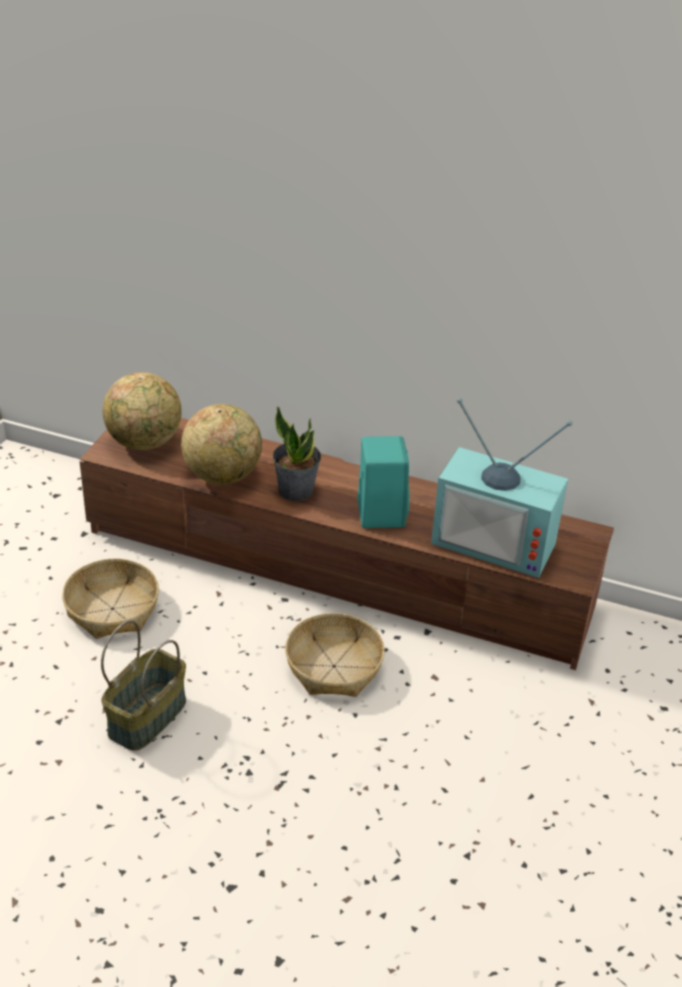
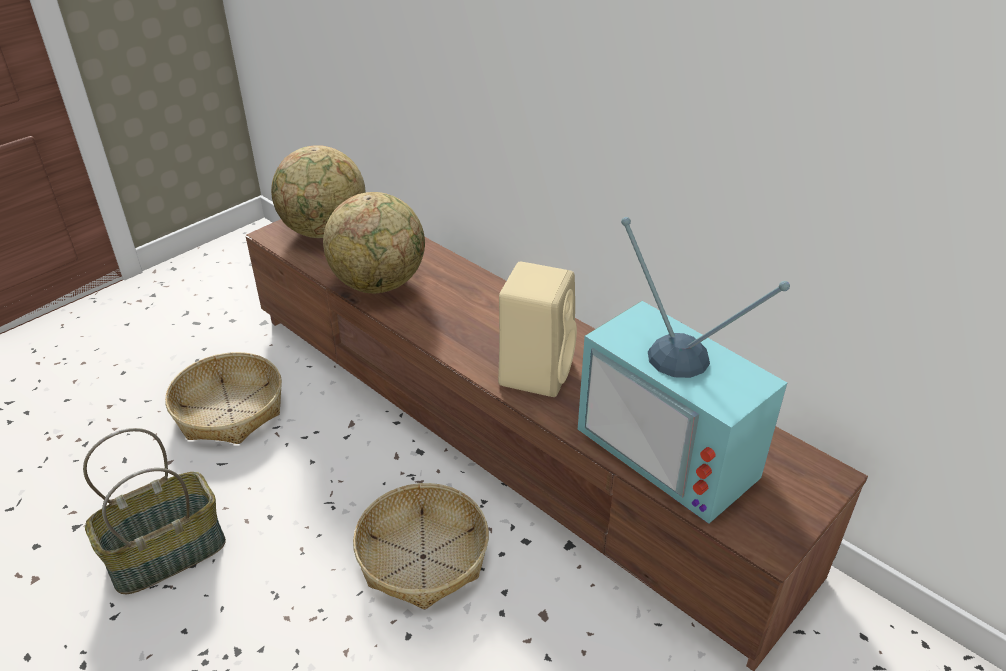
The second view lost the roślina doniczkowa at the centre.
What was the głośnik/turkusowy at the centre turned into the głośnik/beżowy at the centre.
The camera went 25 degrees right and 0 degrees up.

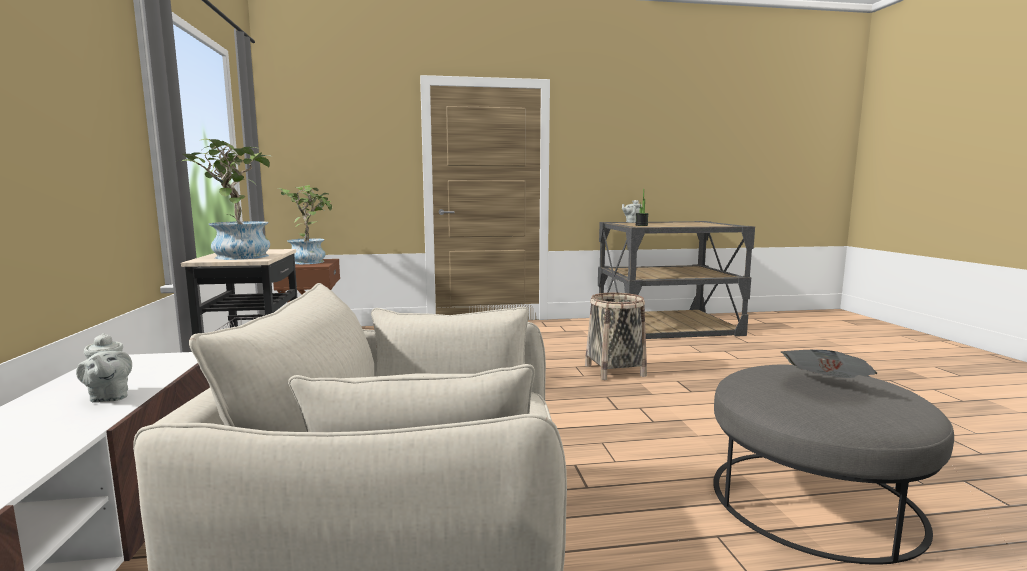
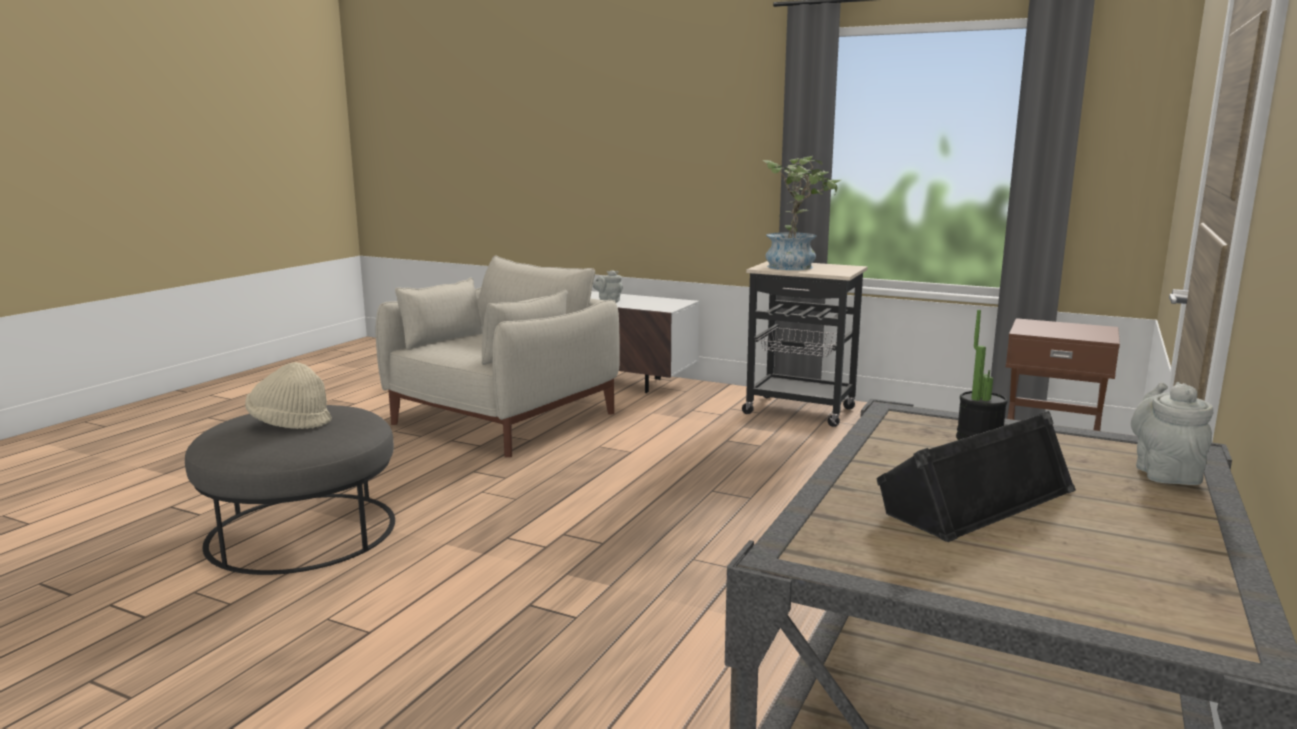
The second view lost the roślina doniczkowa (no. 2 from left) at the middle left.
The second view lost the koszyk at the centre.
The second view gained the głośnik/czarny at the middle right.
Where the gazeta stood at the middle right, the kapelusz/beżowy came to stand at the middle left.
The camera went 125 degrees right and 5 degrees up.

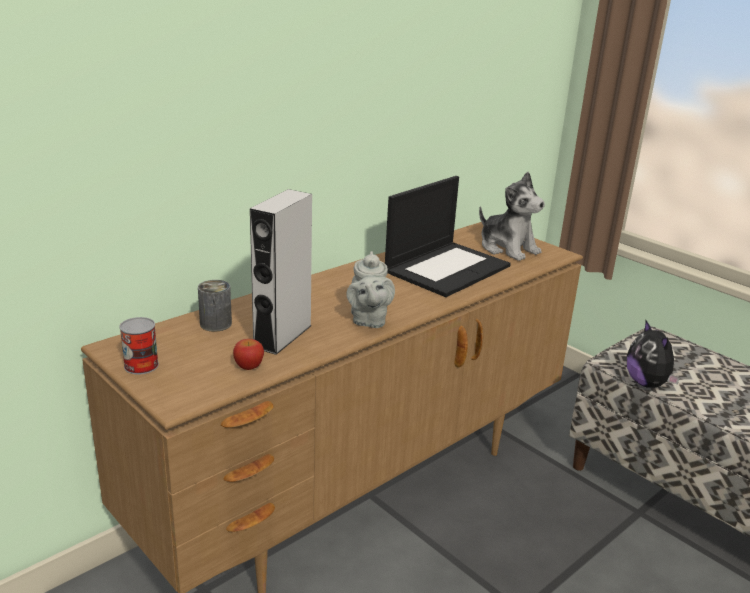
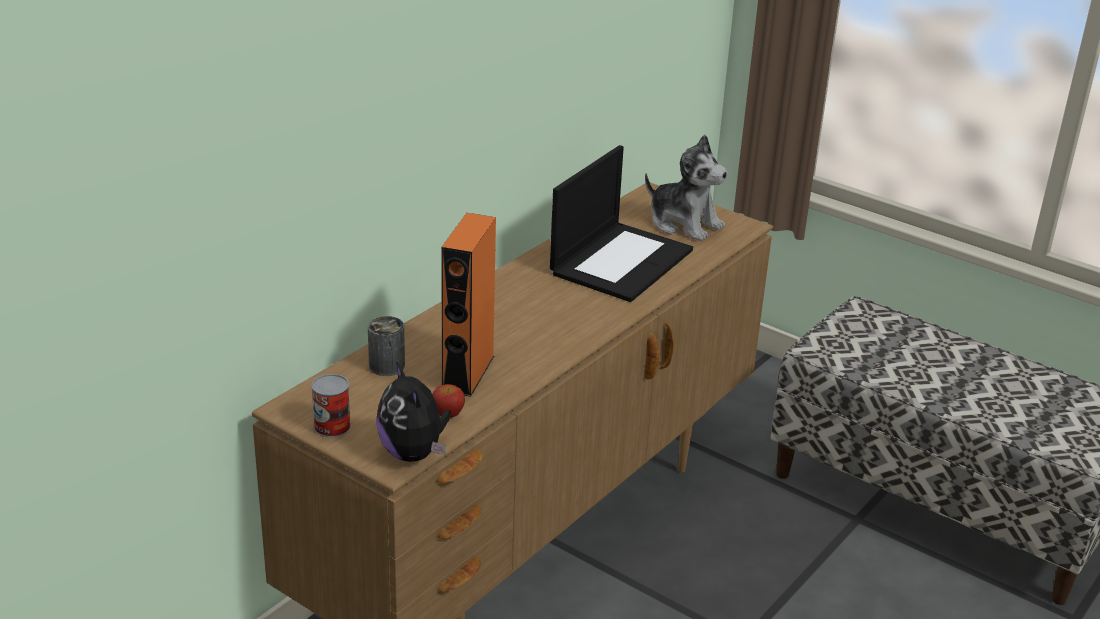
The second view lost the imbryk/szary at the centre.
The pluszak (no. 2 from left in the first image) ended up elsewhere, having gone from the middle right to the centre.
What was the głośnik/szary at the centre turned into the głośnik/pomarańczowy at the centre.
The camera went 10 degrees left and 5 degrees up.

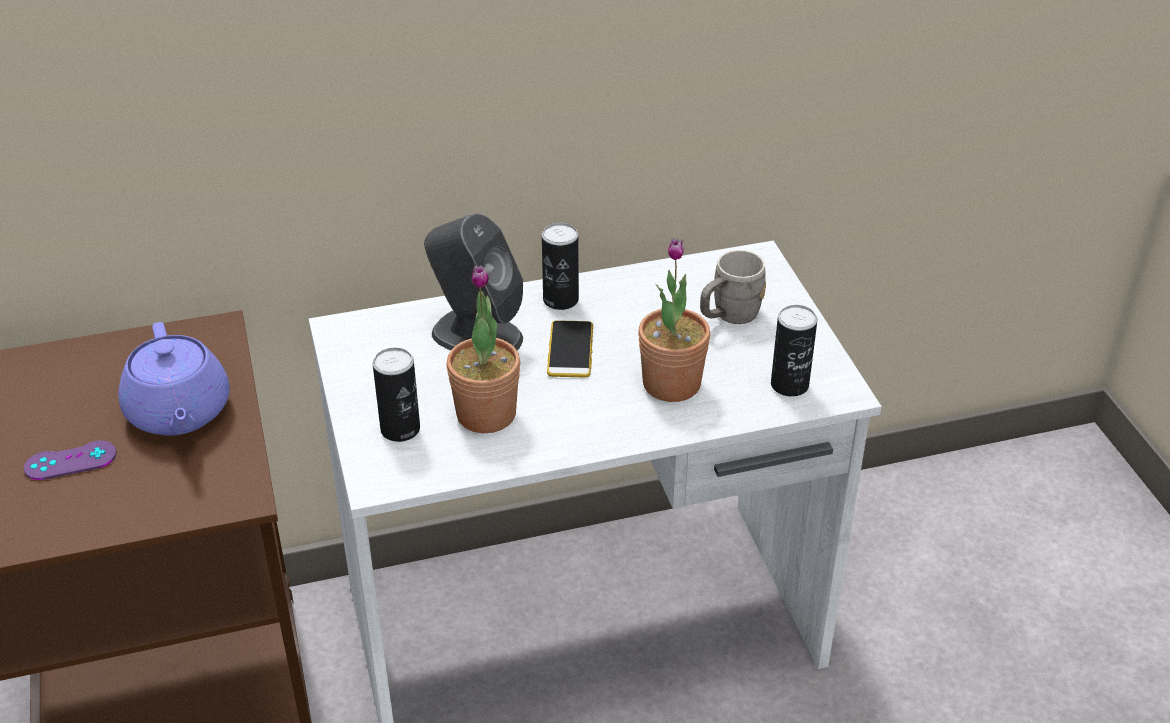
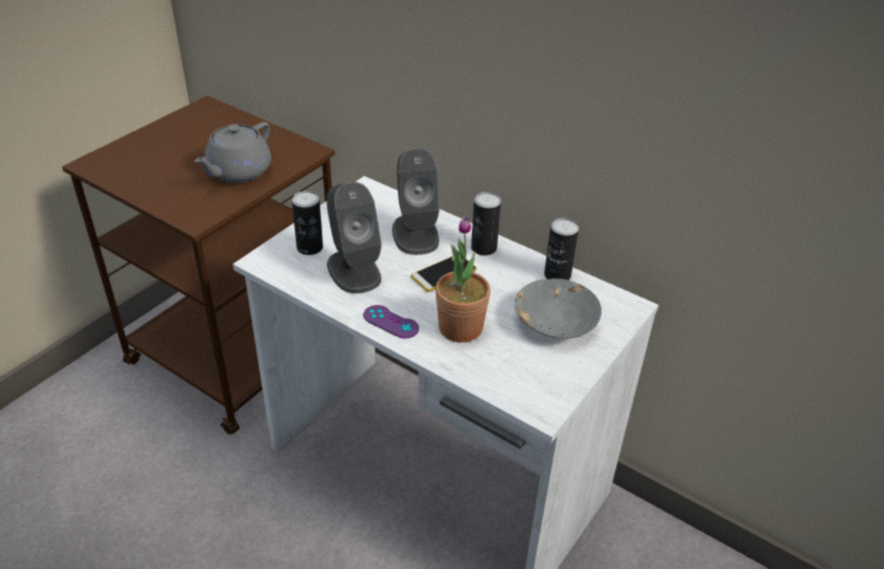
The pad do gier/fioletowy ended up elsewhere, having gone from the middle left to the centre.
The puszka (no. 3 from left) ended up elsewhere, having gone from the middle right to the centre.
Where the roślina doniczkowa (no. 1 from left) stood at the centre, the głośnik/szary (no. 1 from left) came to stand at the centre.
Where the kubek/szary stood at the centre, the miska/szary came to stand at the centre.
What was the imbryk/fioletowy at the middle left turned into the imbryk/szary at the top left.
The camera went 50 degrees right and 0 degrees up.

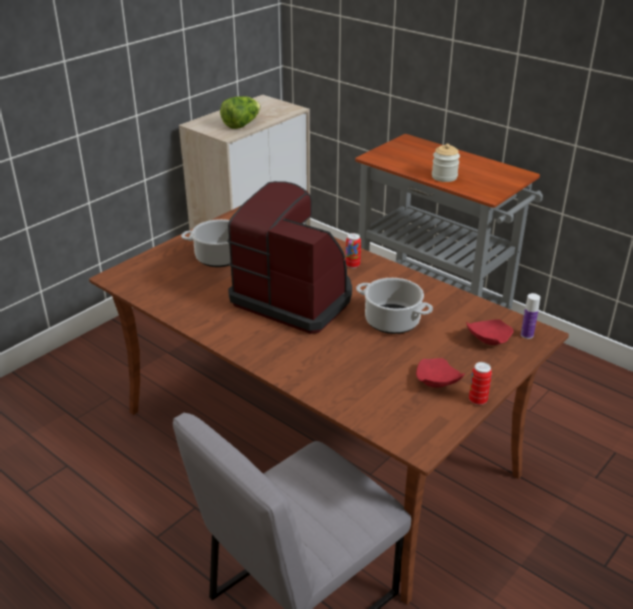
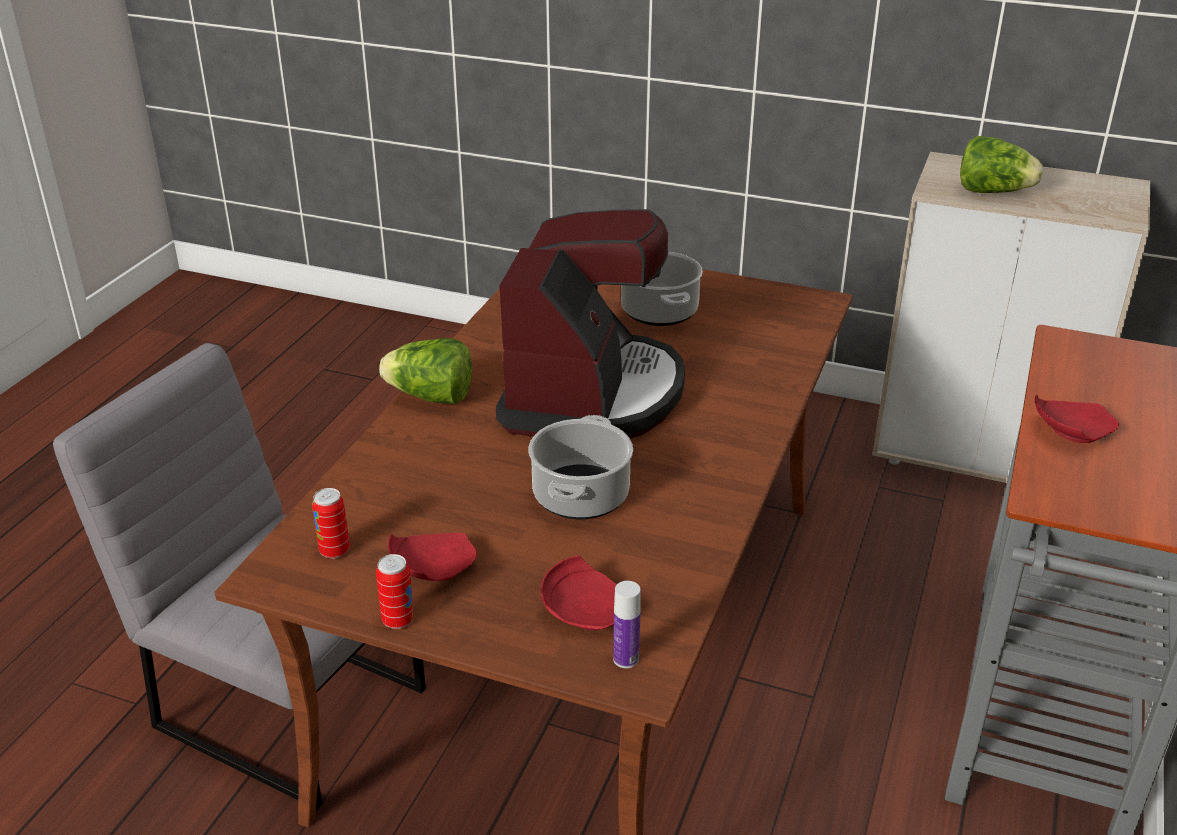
The second view gained the sałata (no. 1 from left) at the centre.
The puszka (no. 1 from left) ended up elsewhere, having gone from the centre to the middle left.
Where the słoik stood at the top right, the talerz/czerwony (no. 3 from left) came to stand at the middle right.
The camera went 70 degrees right and 0 degrees up.

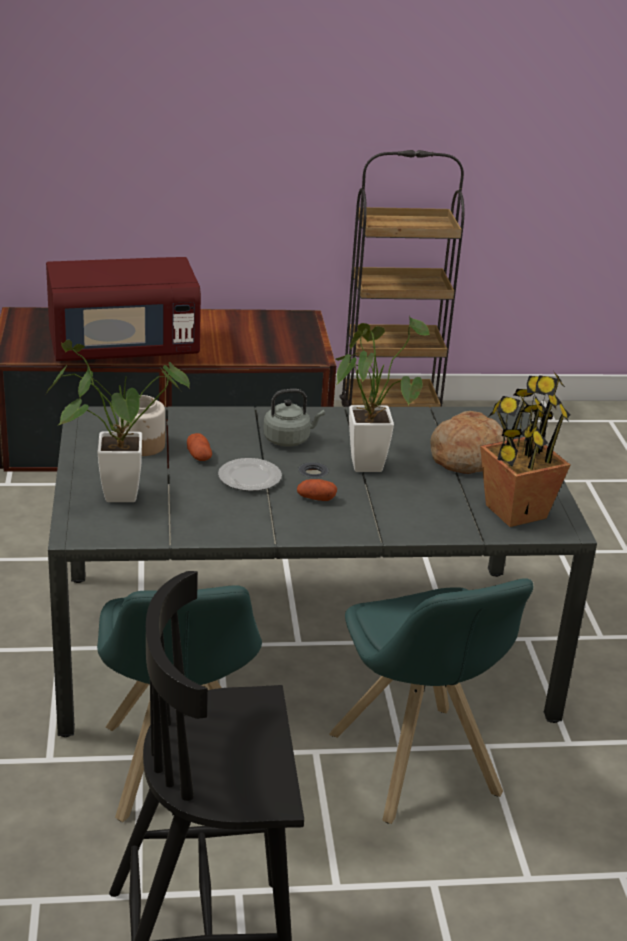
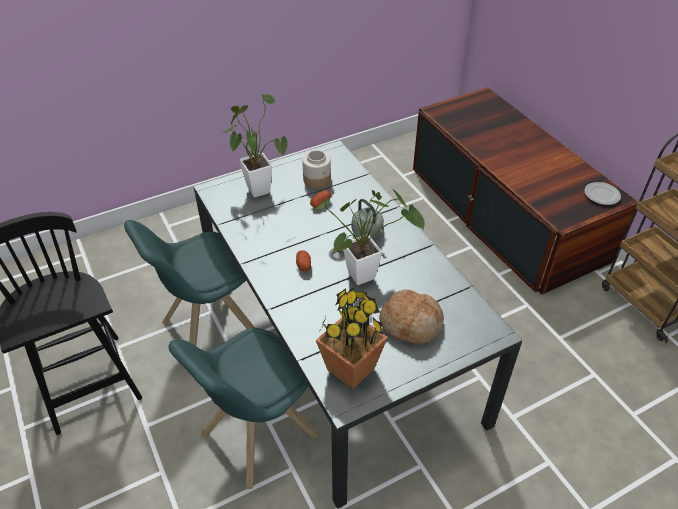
The second view lost the mikrofalówka/czerwony at the top left.
The talerz ended up elsewhere, having gone from the centre to the middle right.
The camera went 70 degrees right and 15 degrees up.

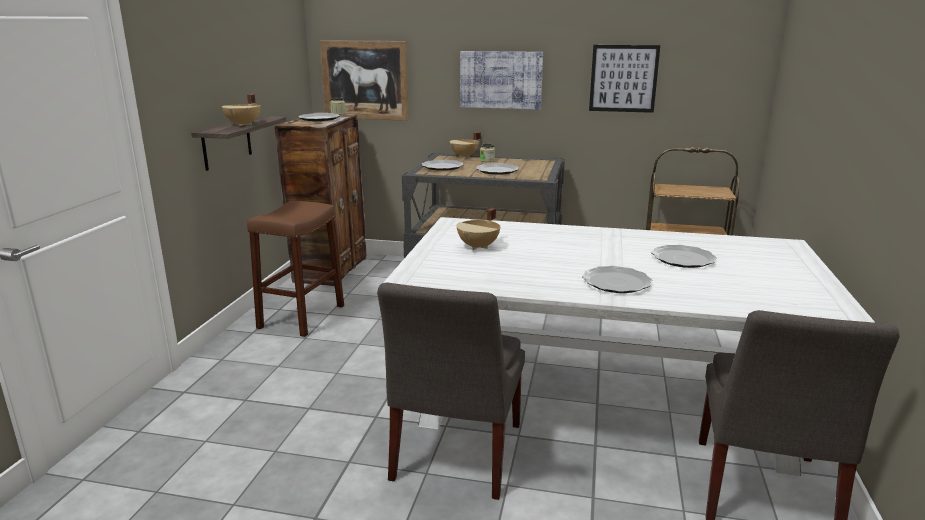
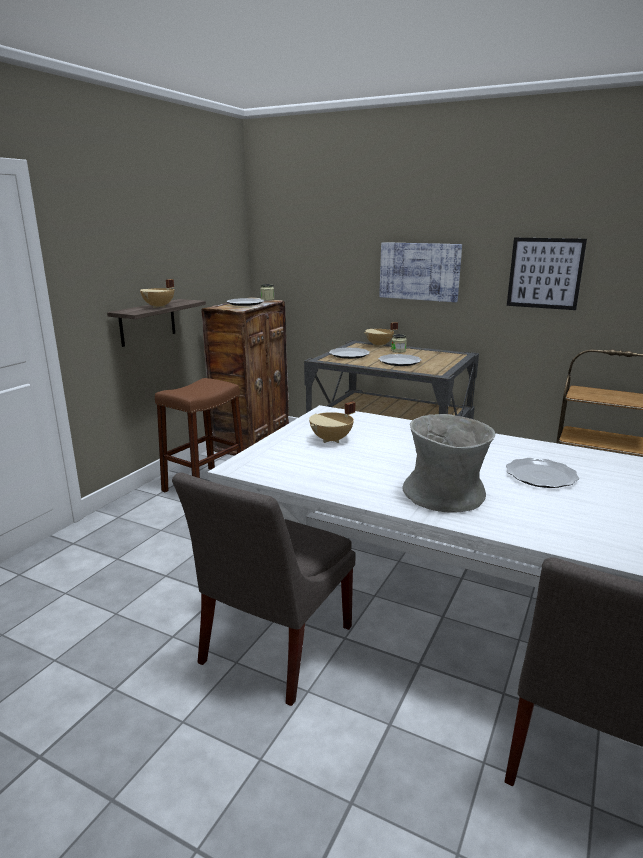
The second view lost the obraz (no. 1 from left) at the top centre.
Where the talerz (no. 4 from left) stood at the middle right, the wazon/szary came to stand at the middle right.
The camera went 15 degrees right and 0 degrees up.

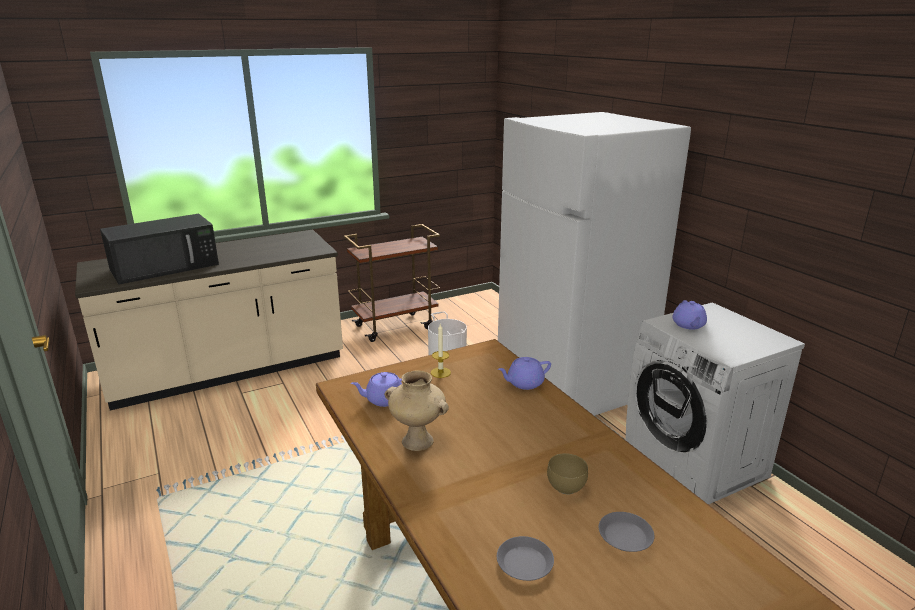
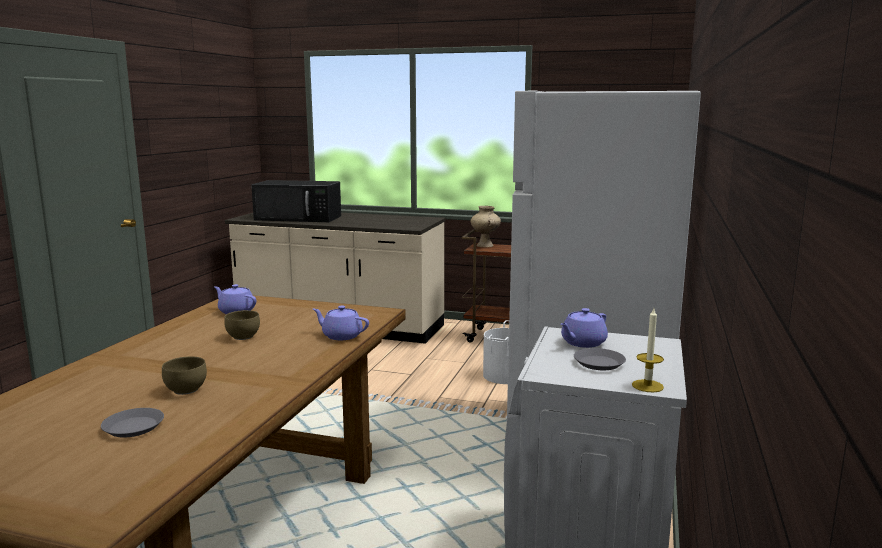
The second view gained the miska/brązowy (no. 2 from left) at the middle left.
The wazon/beżowy ended up elsewhere, having gone from the bottom centre to the centre.
The świeca ended up elsewhere, having gone from the centre to the middle right.
The talerz/szary (no. 1 from left in the first image) ended up elsewhere, having gone from the bottom centre to the middle right.
The camera went 45 degrees right and 10 degrees down.

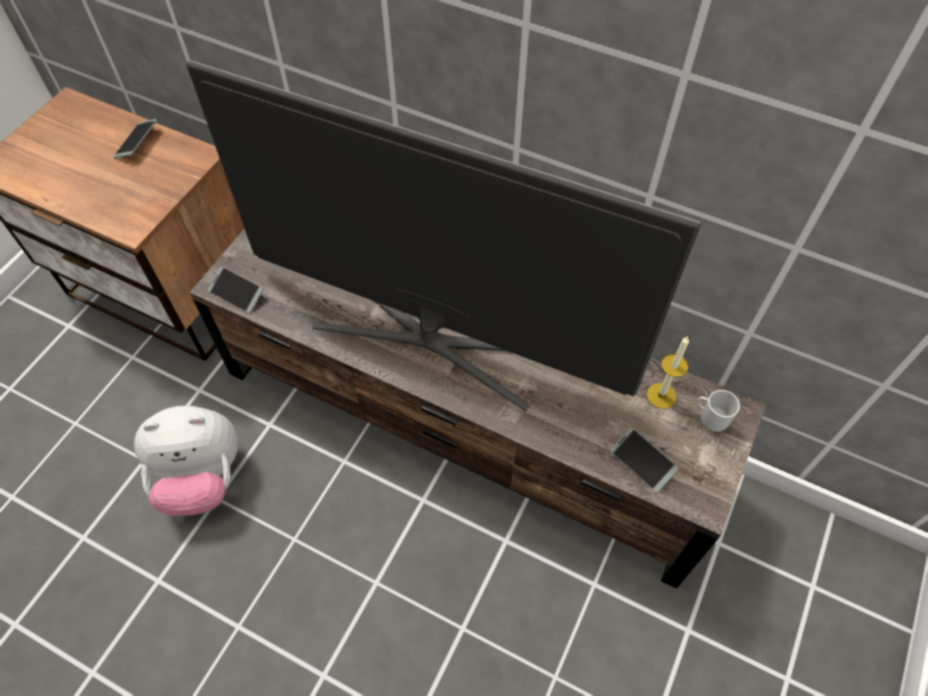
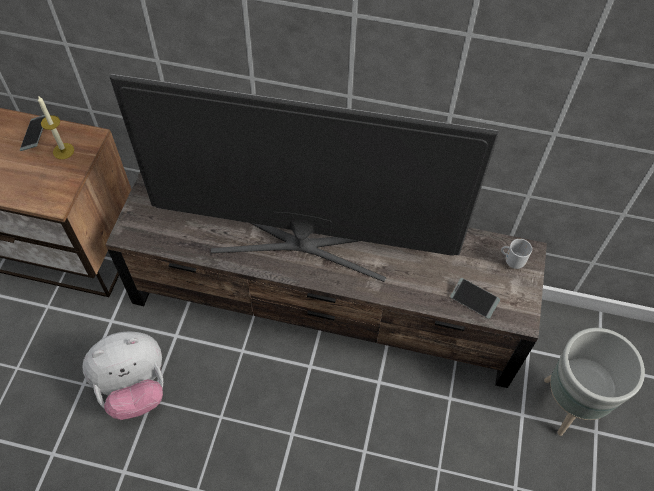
The second view lost the telefon (no. 2 from left) at the middle left.
The second view gained the donica/szary at the bottom right.
The świeca ended up elsewhere, having gone from the middle right to the top left.
The camera went 15 degrees left and 0 degrees up.

